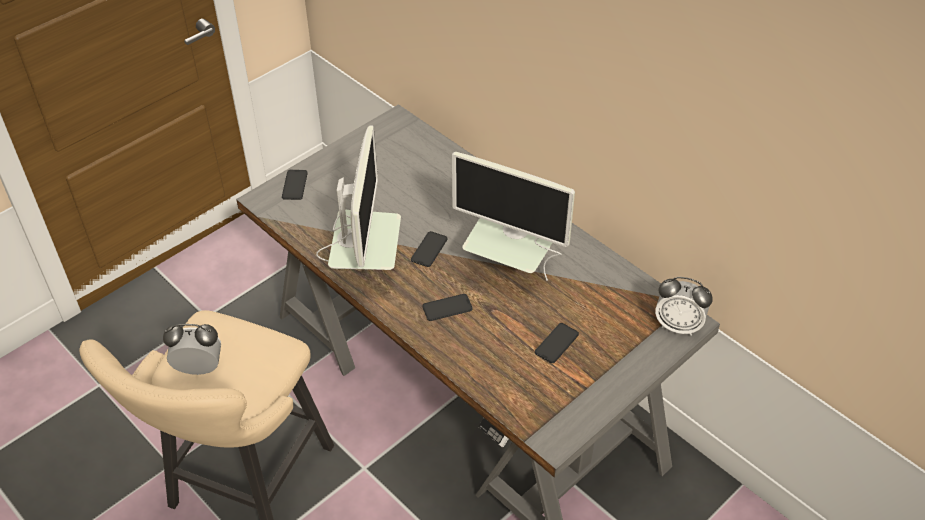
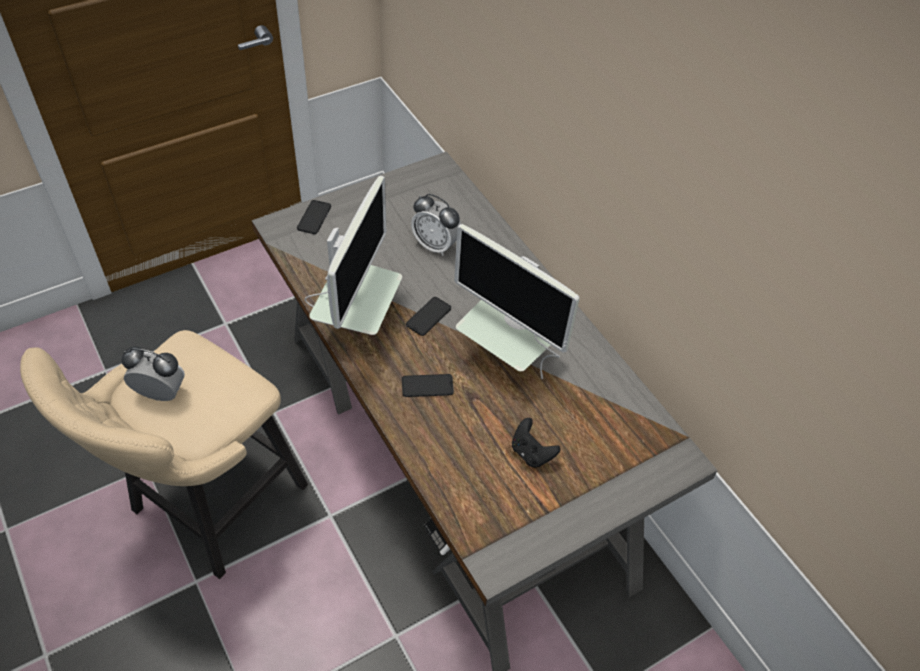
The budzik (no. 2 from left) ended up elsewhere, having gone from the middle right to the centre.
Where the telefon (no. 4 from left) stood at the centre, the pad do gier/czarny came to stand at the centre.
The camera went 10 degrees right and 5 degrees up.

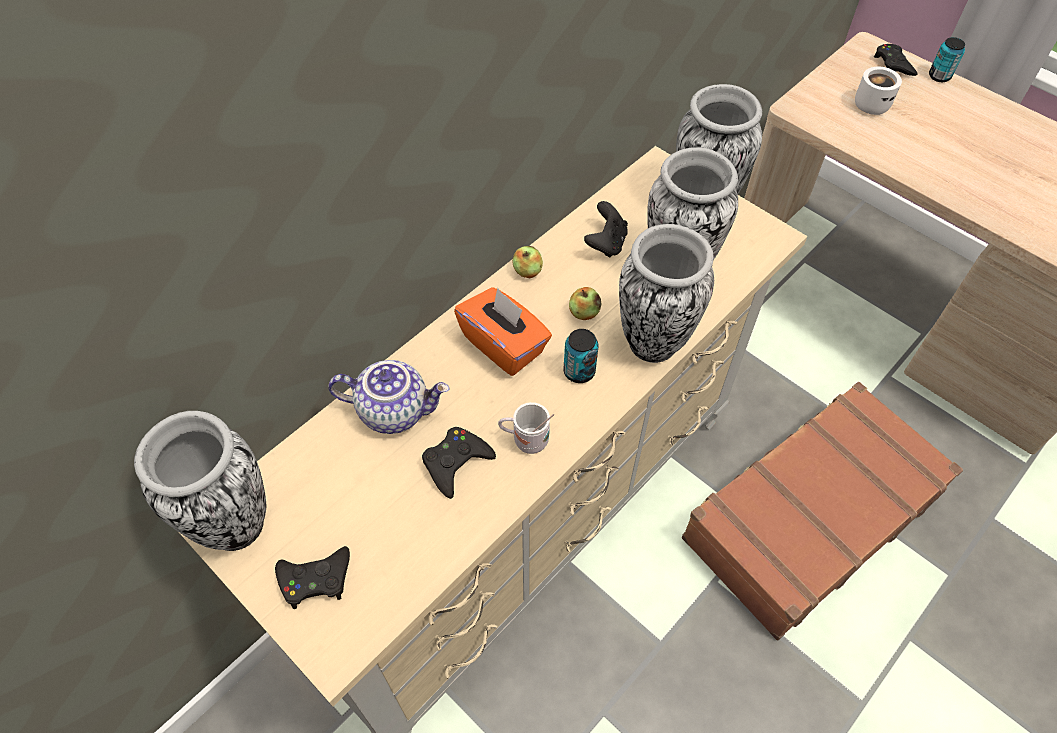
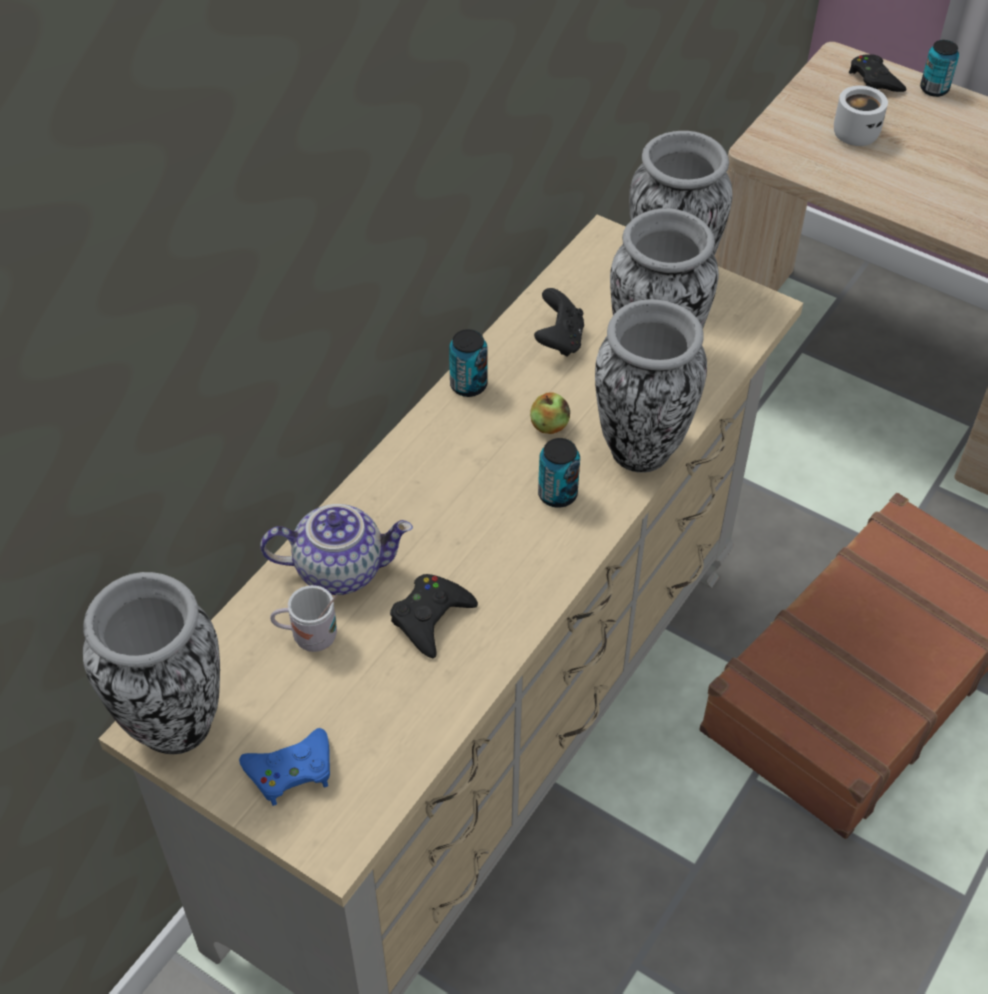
The second view lost the pudełko chusteczek/pomarańczowy at the centre.
The kubek/biały (no. 1 from left) ended up elsewhere, having gone from the centre to the middle left.
Where the jabłko (no. 1 from left) stood at the centre, the puszka (no. 1 from left) came to stand at the centre.
What was the pad do gier/czarny (no. 1 from left) at the bottom left turned into the pad do gier/niebieski at the bottom left.
The camera went 10 degrees left and 5 degrees down.

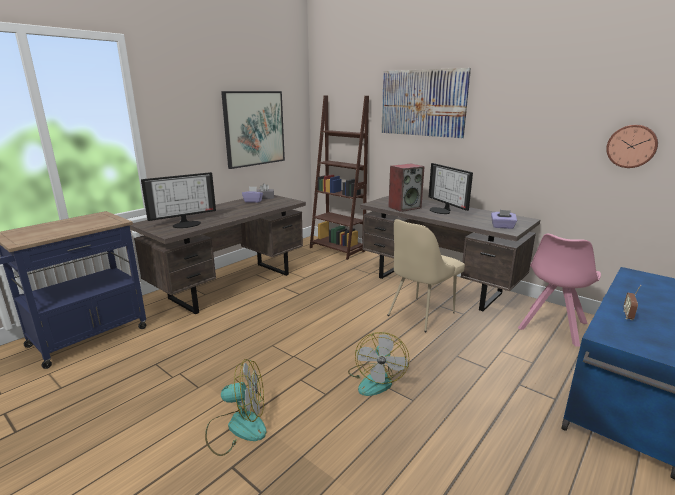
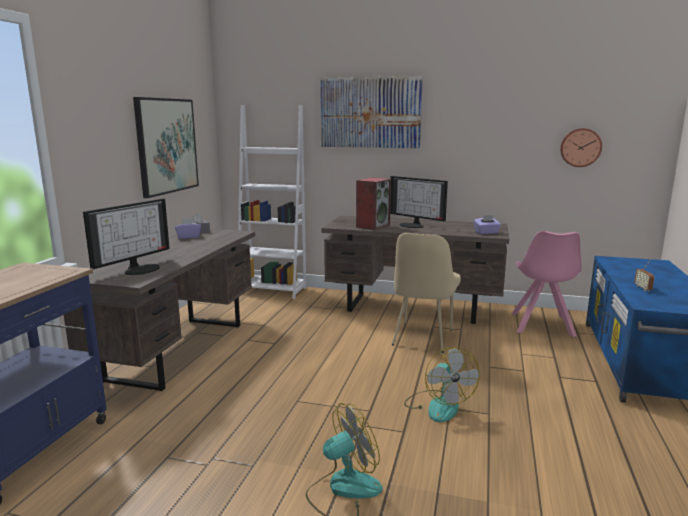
What was the regał/brązowy at the centre turned into the regał/biały at the centre.
The camera went 25 degrees left and 5 degrees down.

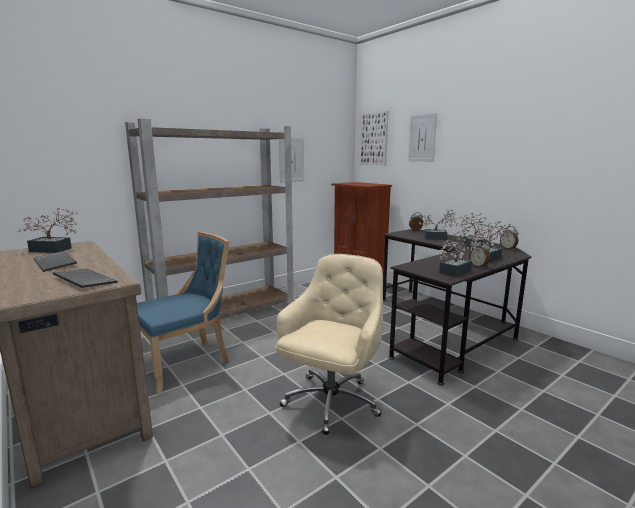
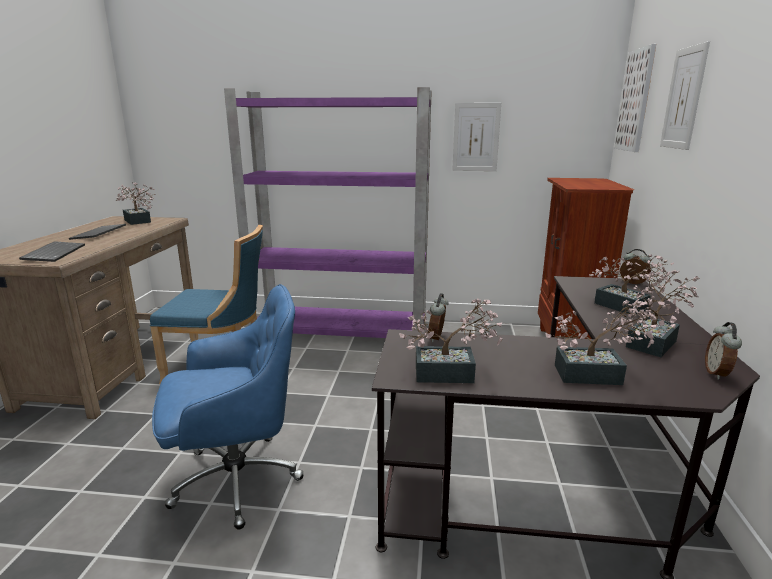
The budzik (no. 2 from left in the first image) ended up elsewhere, having gone from the middle right to the centre.
What was the regał/brązowy at the middle left turned into the regał/fioletowy at the centre.
What was the krzesło biurowe/beżowy at the bottom centre turned into the krzesło biurowe/niebieski at the bottom left.
The camera went 45 degrees right and 5 degrees up.

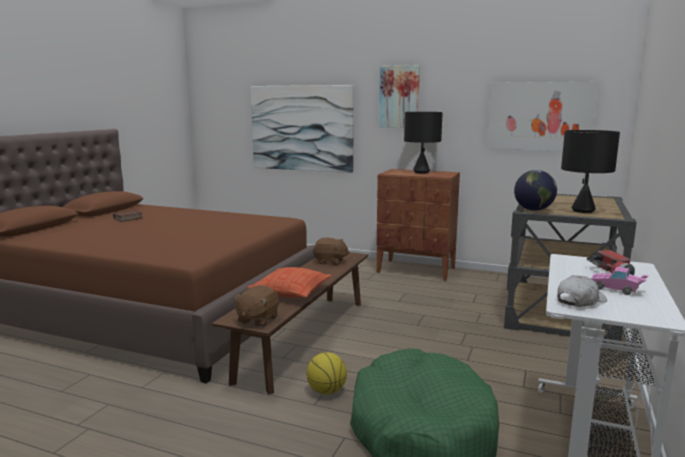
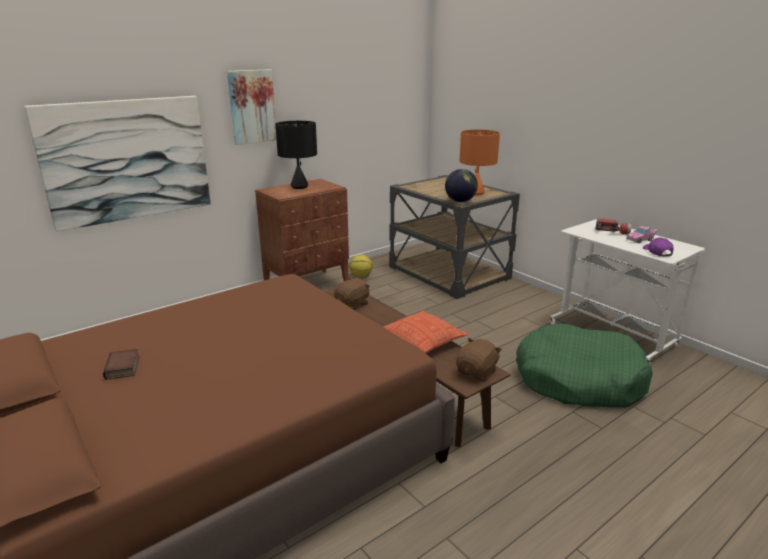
The second view lost the obraz (no. 3 from left) at the top right.
The piłka do koszykówki ended up elsewhere, having gone from the bottom centre to the centre.
What was the czapka z daszkiem/biały at the middle right turned into the czapka z daszkiem/fioletowy at the middle right.
What was the lampa stołowa/czarny (no. 2 from left) at the middle right turned into the lampa stołowa/pomarańczowy at the top centre.
The pluszak/brązowy (no. 1 from left in the first image) at the bottom centre ended up facing another way, 105 degrees counterclockwise from before.
The camera went 60 degrees left and 10 degrees up.

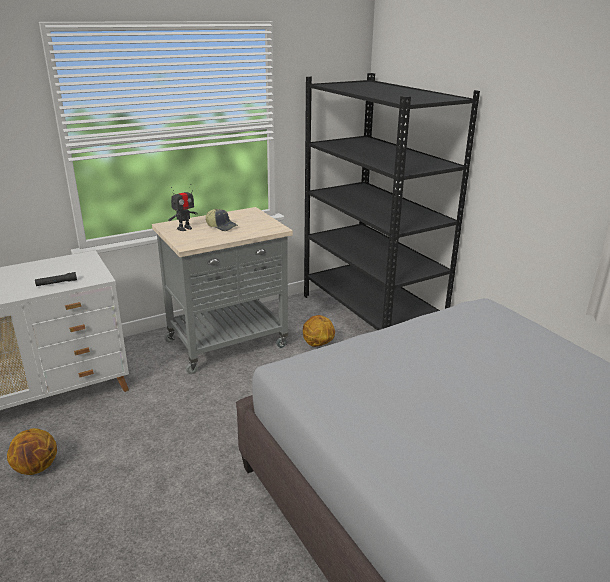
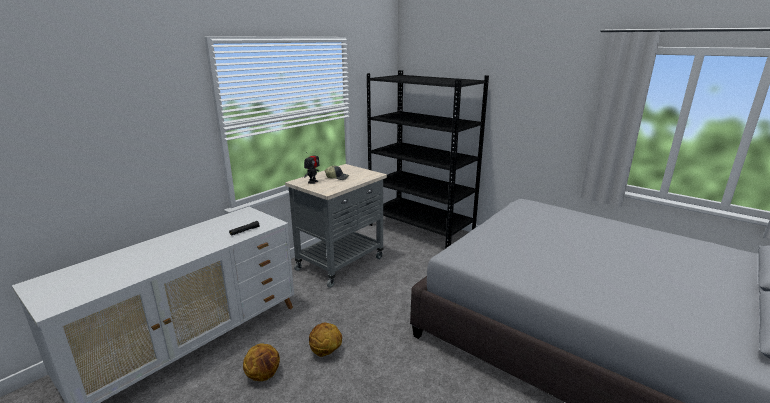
The piłka do koszykówki (no. 2 from left) ended up elsewhere, having gone from the centre to the bottom centre.
The camera went 20 degrees left and 5 degrees down.

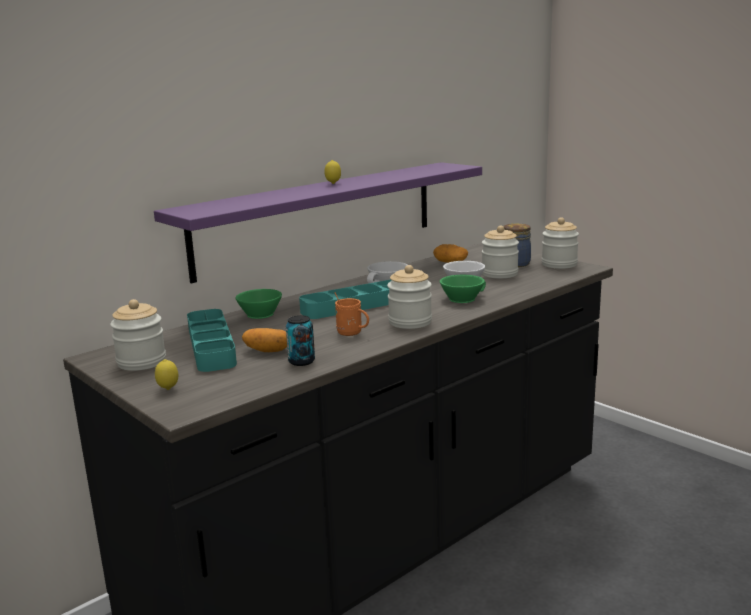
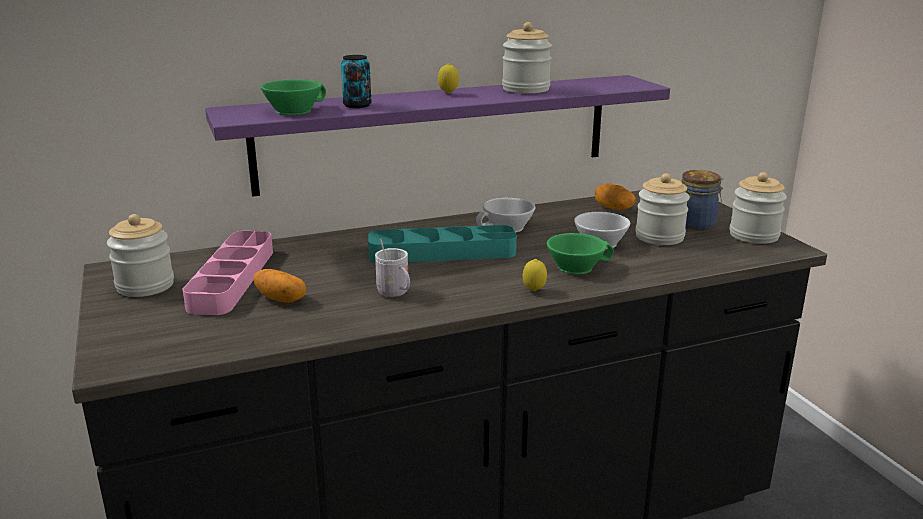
The cytryna (no. 1 from left in the first image) ended up elsewhere, having gone from the middle left to the centre.
The filiżanka/zielony (no. 1 from left) ended up elsewhere, having gone from the centre to the top left.
The puszka ended up elsewhere, having gone from the centre to the top centre.
The słoik (no. 2 from left) ended up elsewhere, having gone from the centre to the top centre.
What was the taca/turkusowy (no. 1 from left) at the middle left turned into the taca/różowy at the middle left.
What was the kubek/pomarańczowy at the centre turned into the kubek/biały at the centre.
The camera went 20 degrees right and 5 degrees up.

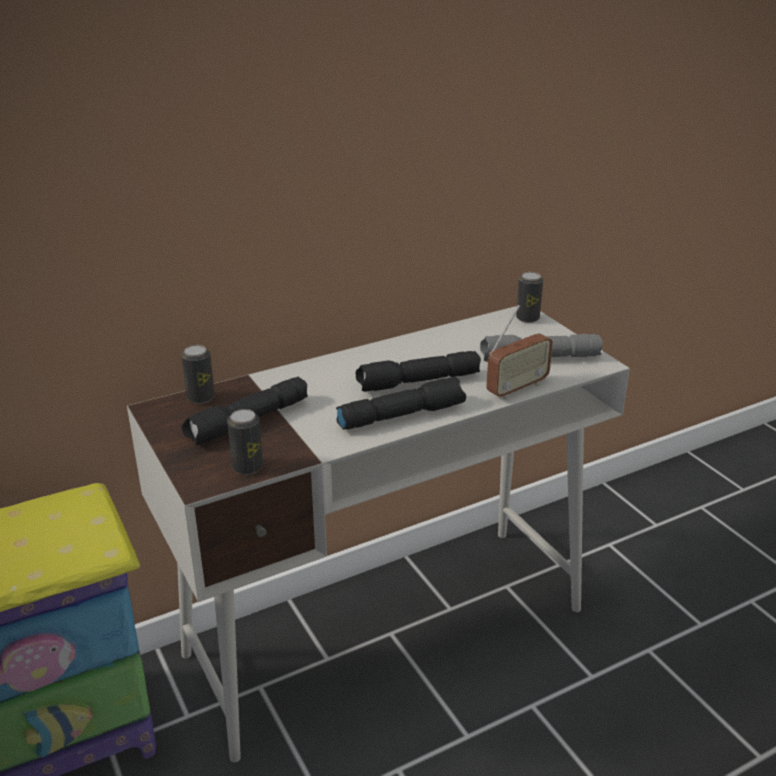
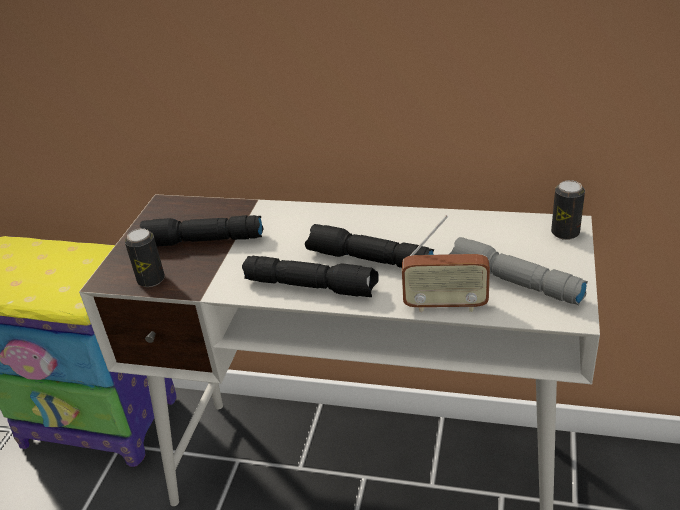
The second view lost the puszka (no. 1 from left) at the middle left.
The camera went 45 degrees right and 5 degrees up.

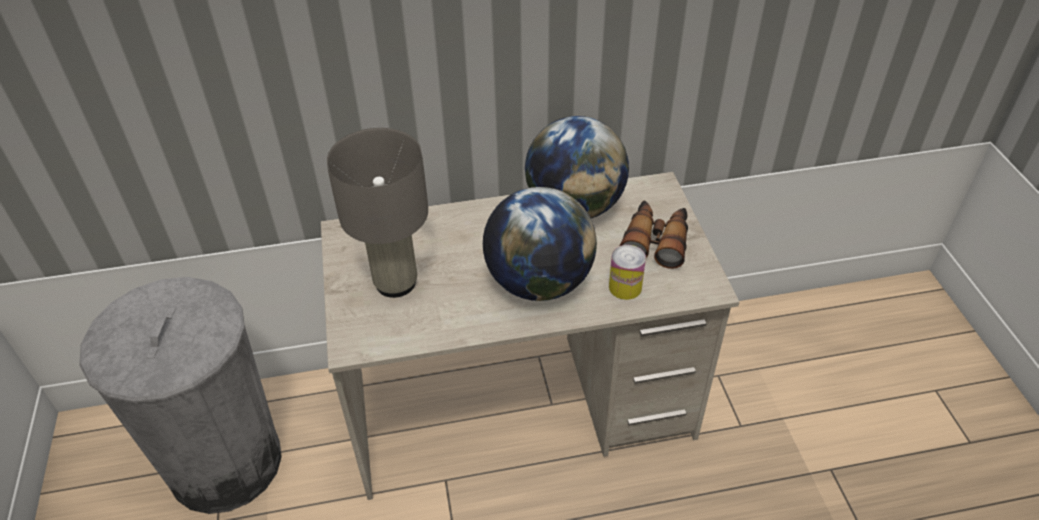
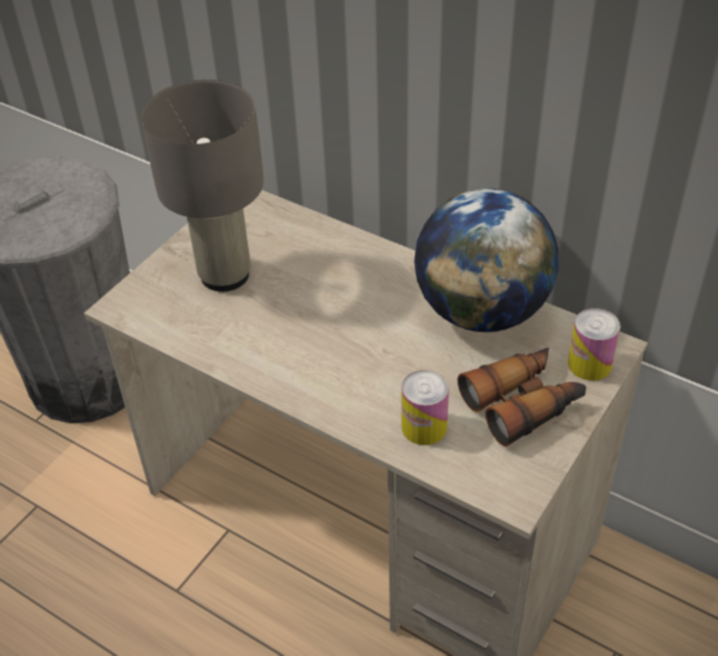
The second view lost the globus (no. 1 from left) at the centre.
The second view gained the puszka (no. 2 from left) at the middle right.
The camera went 45 degrees right and 0 degrees up.

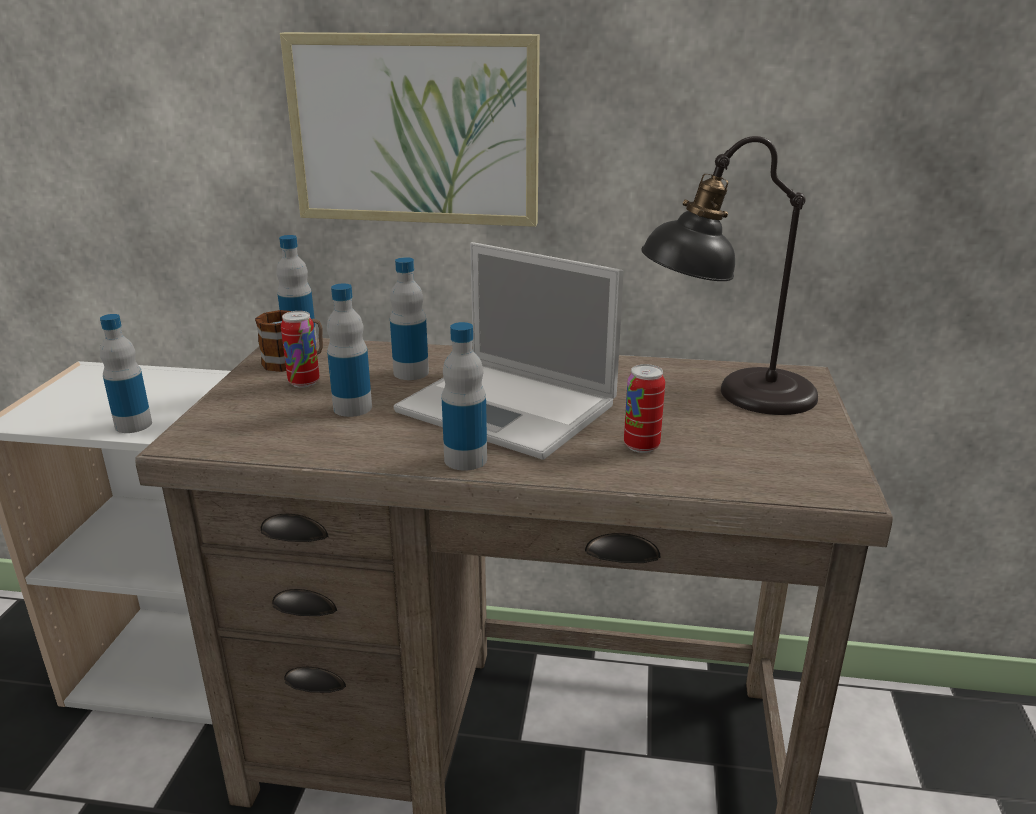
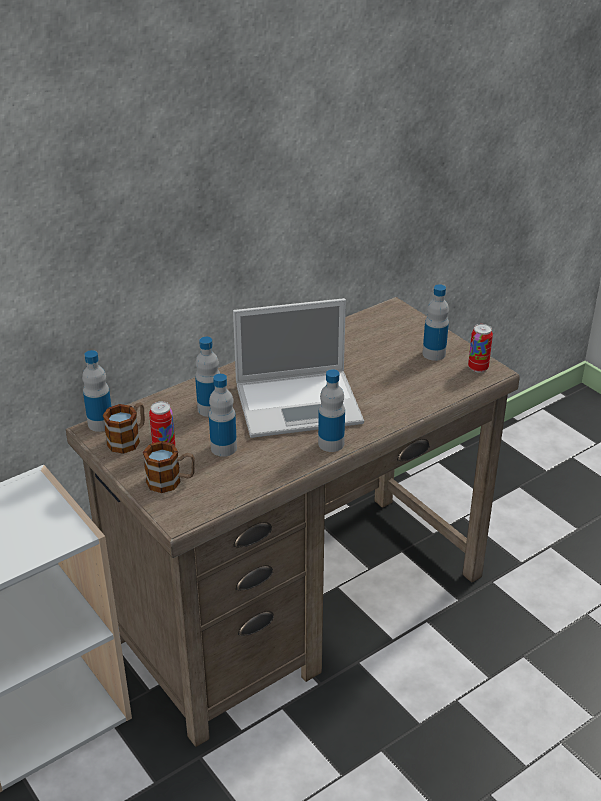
The second view lost the obraz at the top centre.
The second view lost the lampa stołowa/szary at the middle right.
The second view gained the kubek (no. 2 from left) at the middle left.
The butelka (no. 1 from left in the first image) ended up elsewhere, having gone from the middle left to the middle right.
The puszka (no. 2 from left) ended up elsewhere, having gone from the centre to the middle right.
The camera went 45 degrees left and 10 degrees up.

